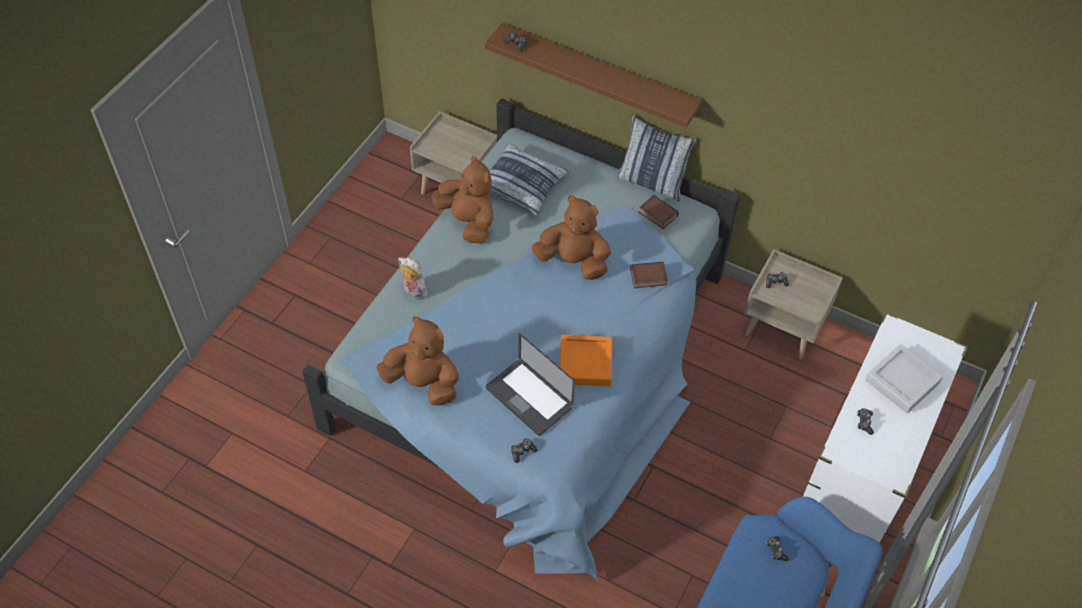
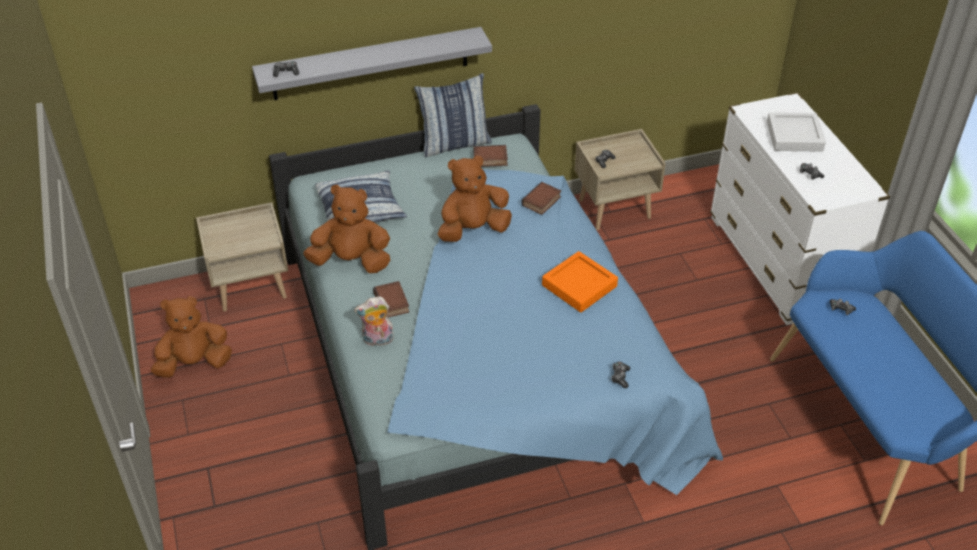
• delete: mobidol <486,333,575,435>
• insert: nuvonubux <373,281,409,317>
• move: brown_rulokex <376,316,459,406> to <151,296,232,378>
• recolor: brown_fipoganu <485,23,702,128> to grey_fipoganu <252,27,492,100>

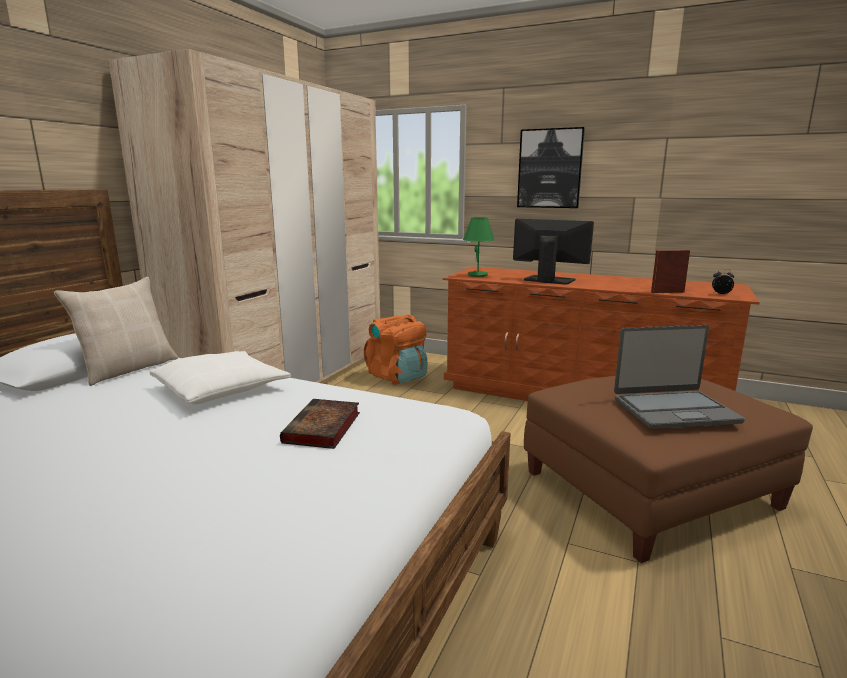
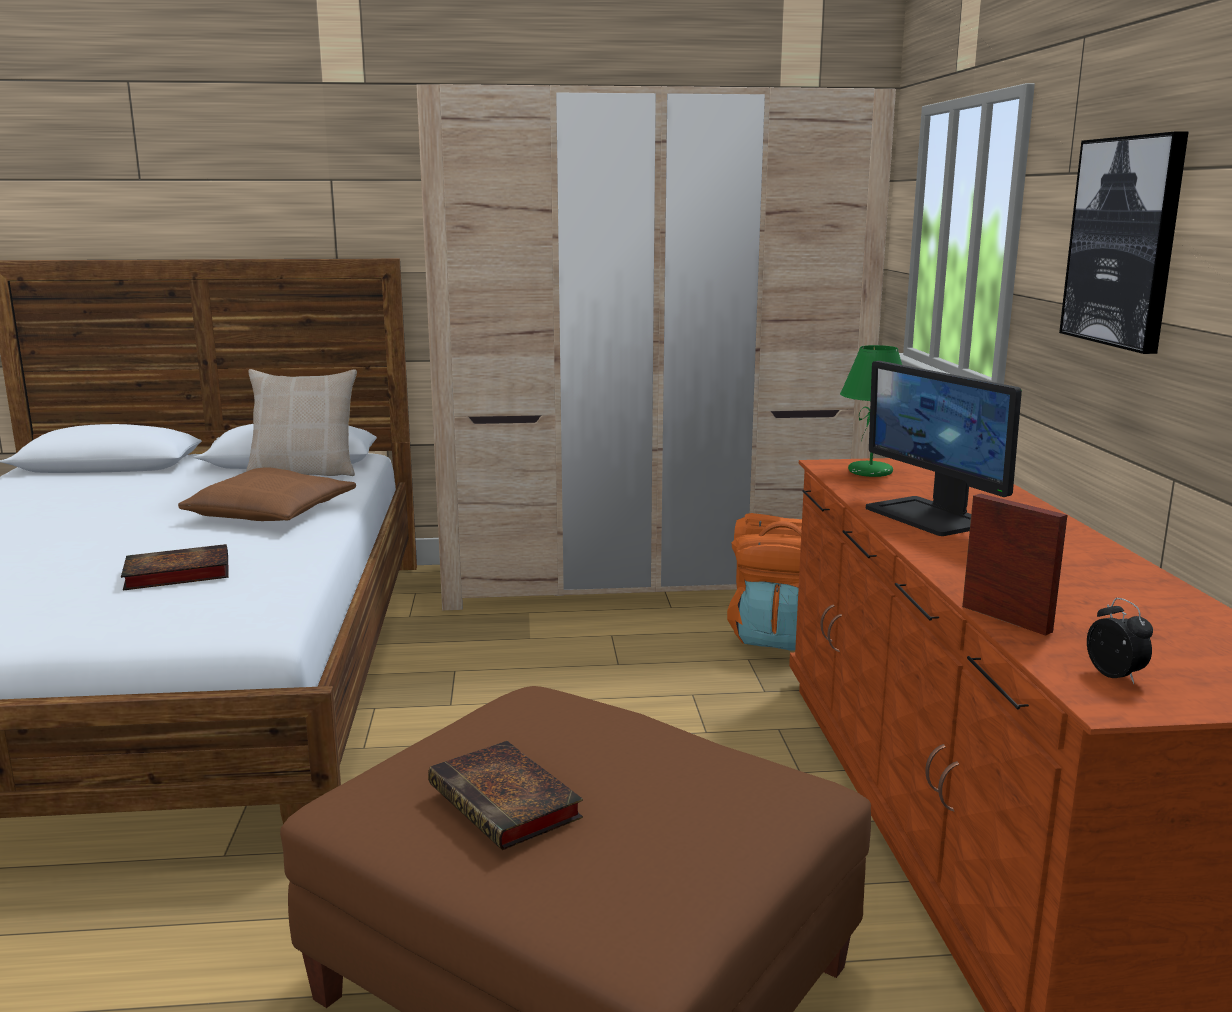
• replace: mobidol <614,325,745,429> to nuvonubux <428,741,583,850>
• recolor: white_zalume <150,351,291,404> to brown_zalume <178,467,356,521>
• rotate: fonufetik <513,219,594,285> = <866,361,1022,536> 150 degrees clockwise

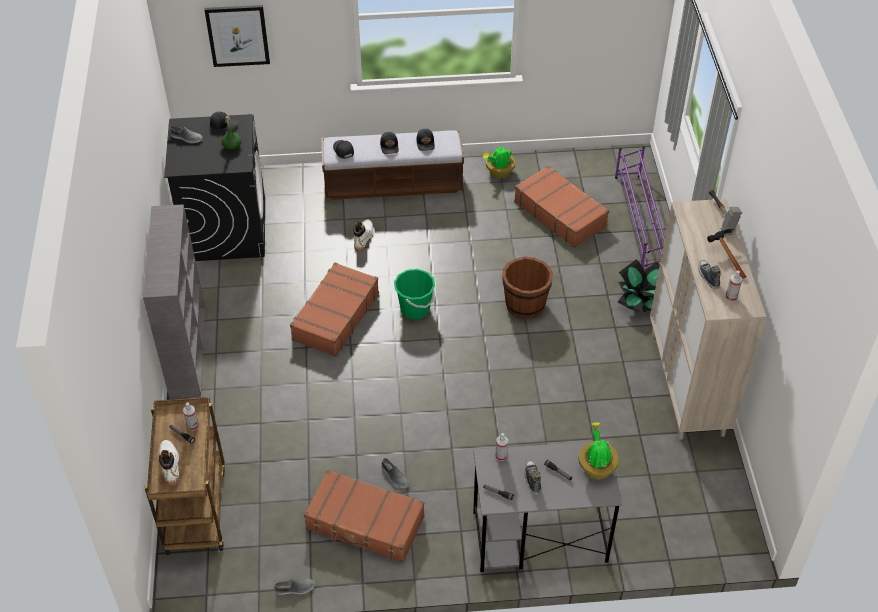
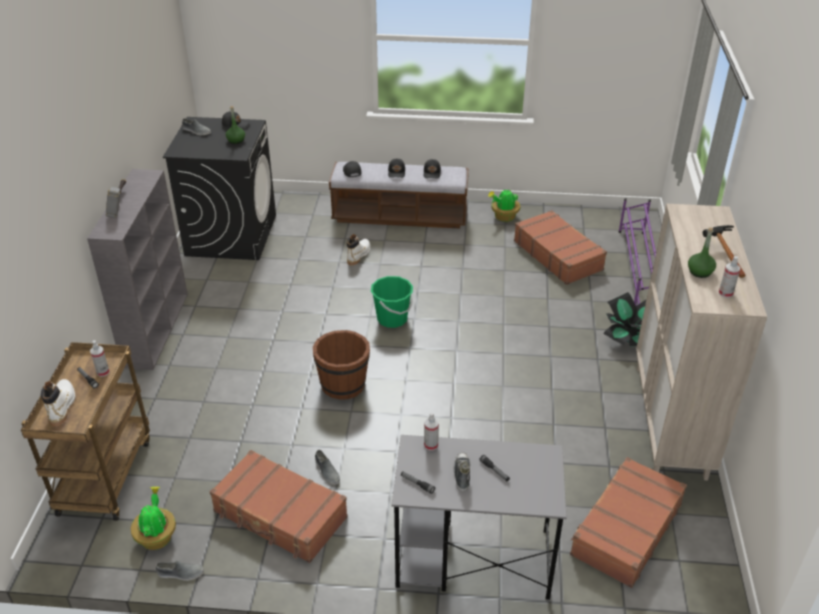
• delete: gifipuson <204,5,270,67>
• move: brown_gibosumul <290,262,379,357> to <570,457,687,588>
• move: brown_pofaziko <502,257,553,319> to <313,330,370,400>
• move: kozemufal <578,422,619,479> to <131,487,176,550>
• move: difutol <708,189,742,235> to <105,179,126,218>
• replace: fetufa <698,260,721,289> to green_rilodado <688,228,716,278>

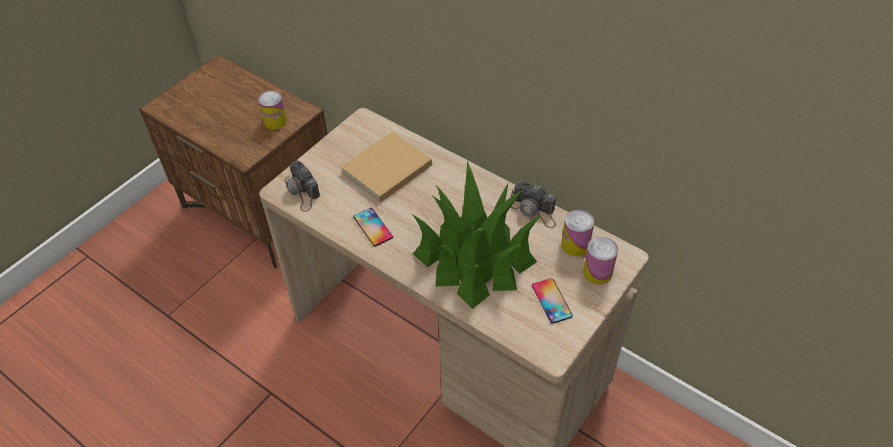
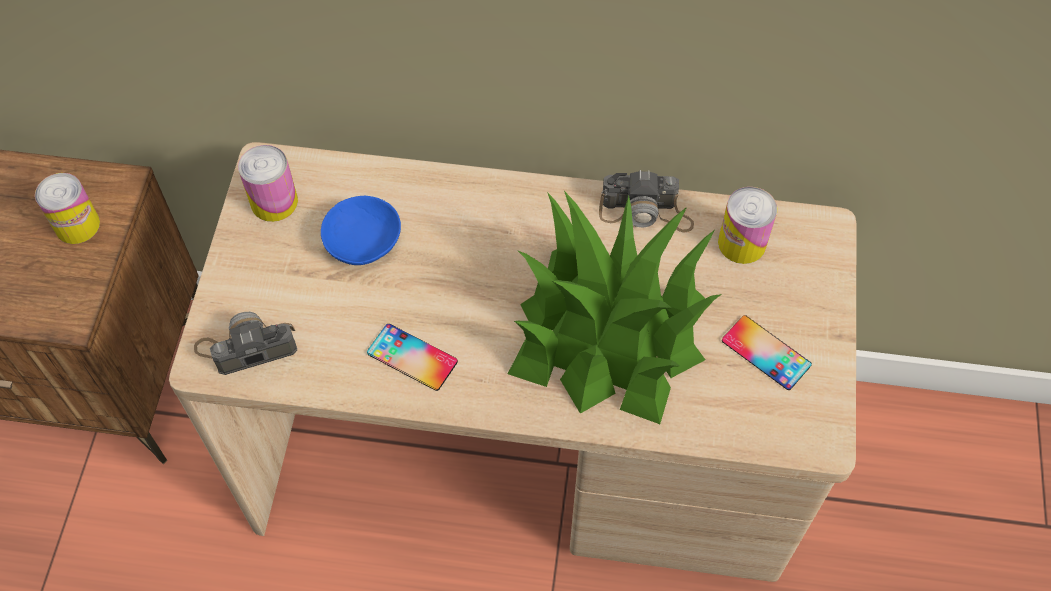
• move: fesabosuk <583,237,618,284> to <238,145,298,222>
• replace: beige_nuvonubux <341,131,432,203> to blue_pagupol <321,196,401,265>
• rotate: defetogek <285,160,320,212> = <194,312,297,375> 135 degrees clockwise

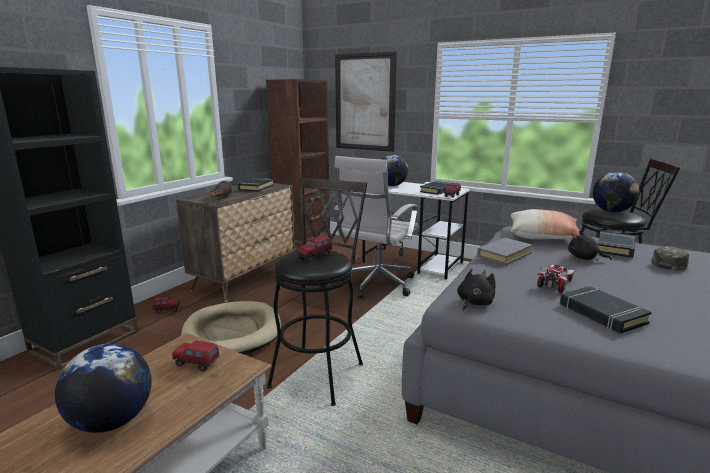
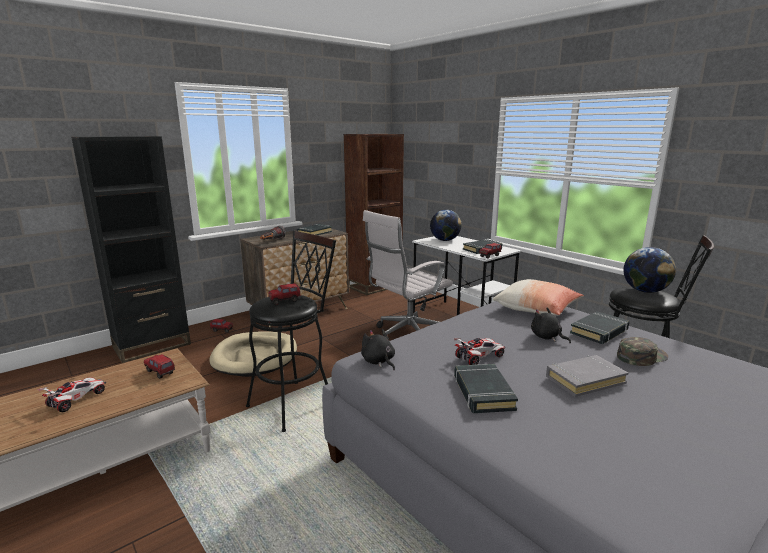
• delete: gifipuson <335,52,397,152>
• move: grey_nuvonubux <477,238,533,265> to <546,355,628,397>
• replace: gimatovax <55,344,152,433> to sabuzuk <37,377,106,412>
• rotate: black_rulokex <457,268,496,311> = <361,329,395,370> 90 degrees counterclockwise

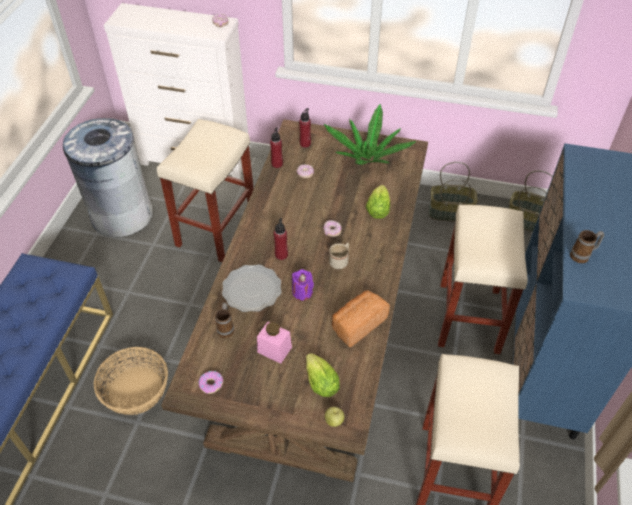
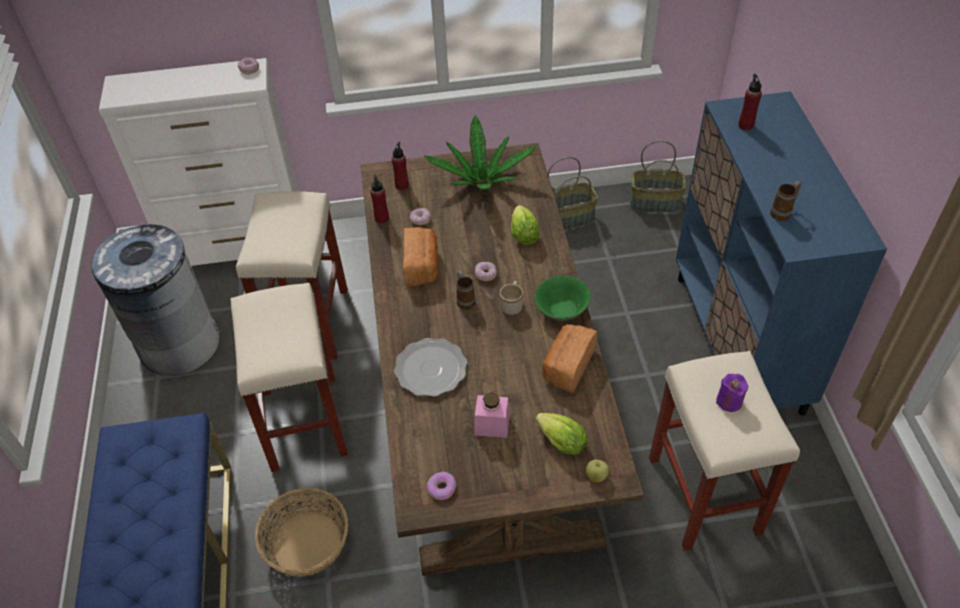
• insert: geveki <403,227,438,286>
• insert: green_pagupol <535,276,591,321>
• move: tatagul <215,302,234,338> to <456,271,476,310>
• move: red_rilodado <274,218,288,260> to <738,74,762,130>
• move: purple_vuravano <292,269,314,300> to <716,374,748,412>
• move: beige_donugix <438,205,528,354> to <230,283,348,472>

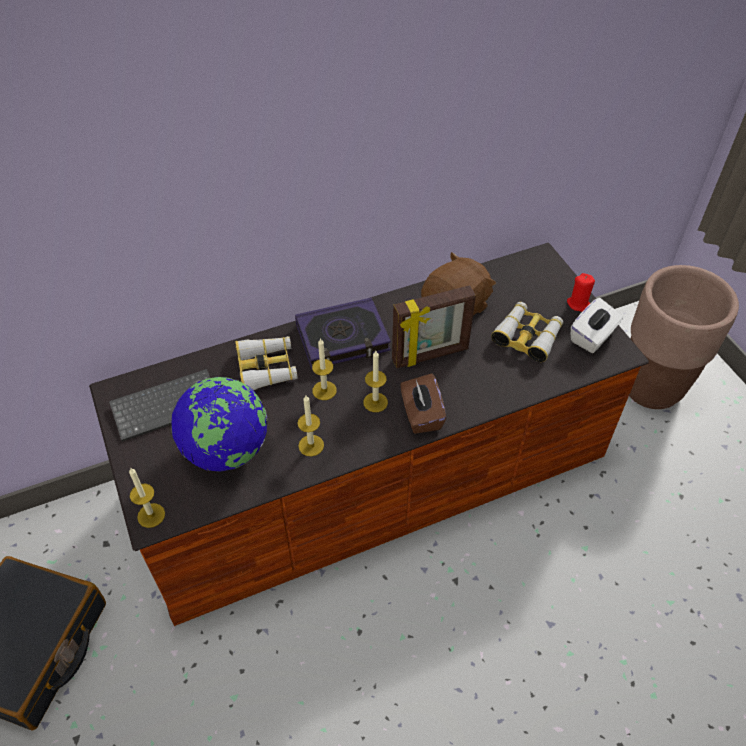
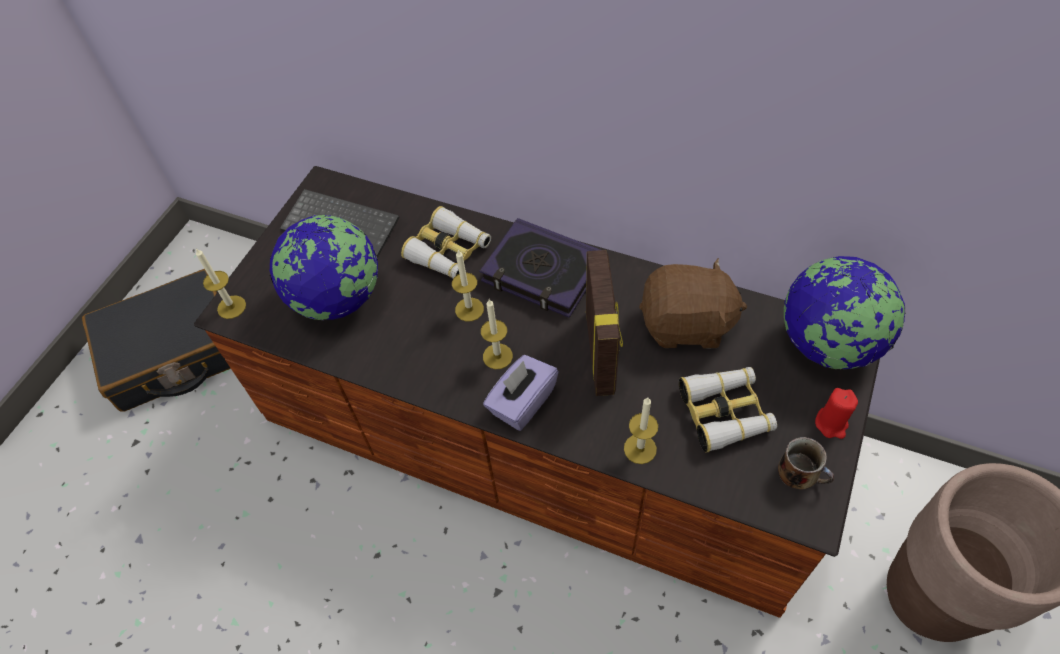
• insert: gimatovax <784,256,905,370>
• move: vuravano <298,395,324,456> to <624,397,658,464>
• replace: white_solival <571,298,623,353> to tatagul <778,437,834,489>
• recolor: brown_solival <400,373,446,434> to purple_solival <483,355,558,431>
• rotate: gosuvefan <392,285,476,368> = <586,250,623,396> 120 degrees counterclockwise

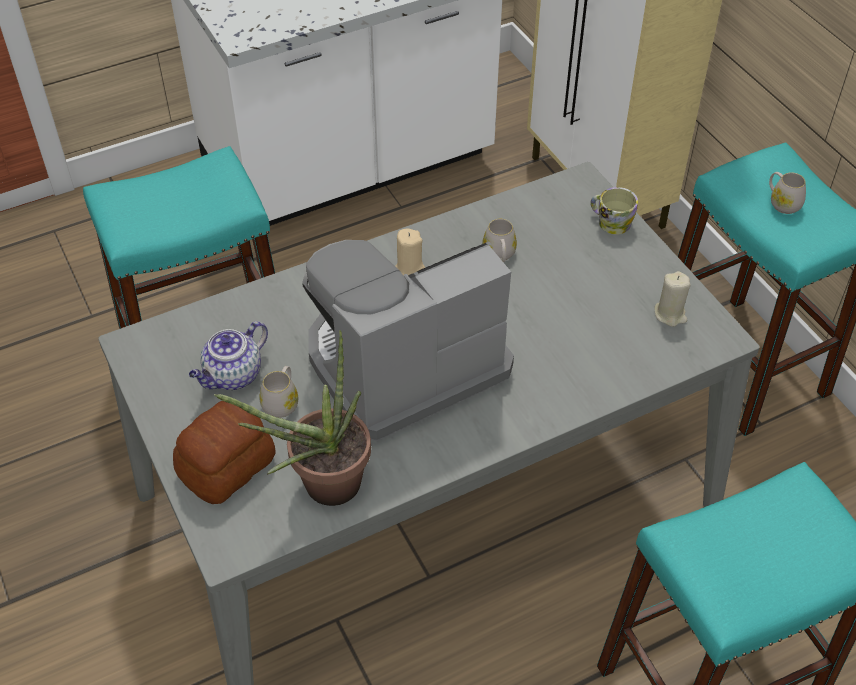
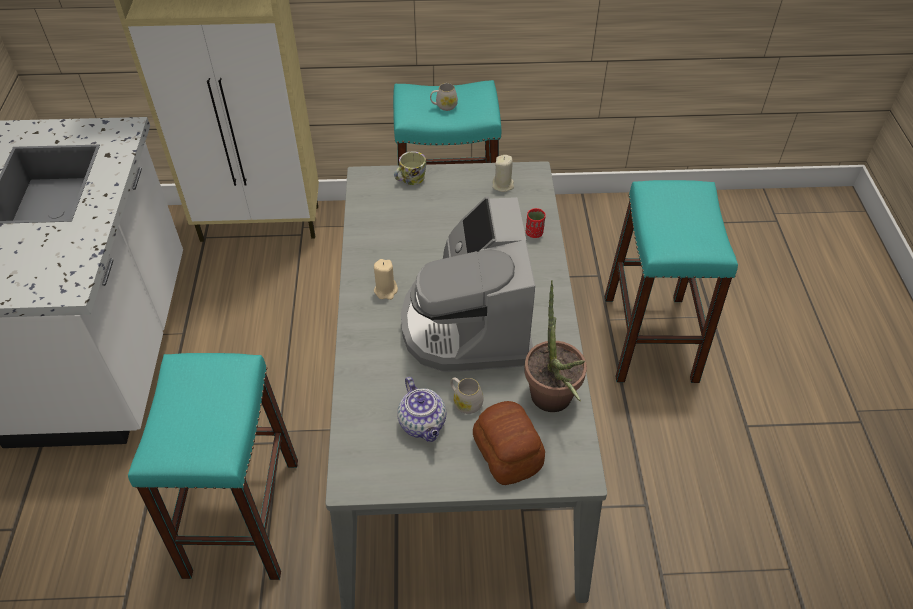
• delete: white_tatagul <482,219,517,262>
• insert: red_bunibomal <526,208,546,238>

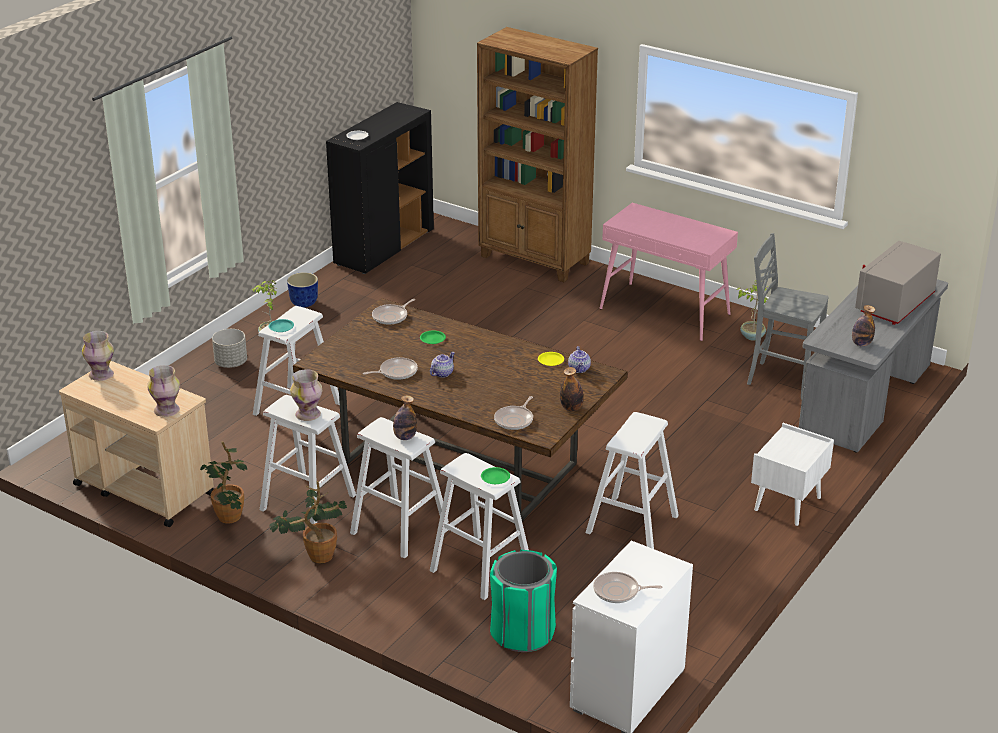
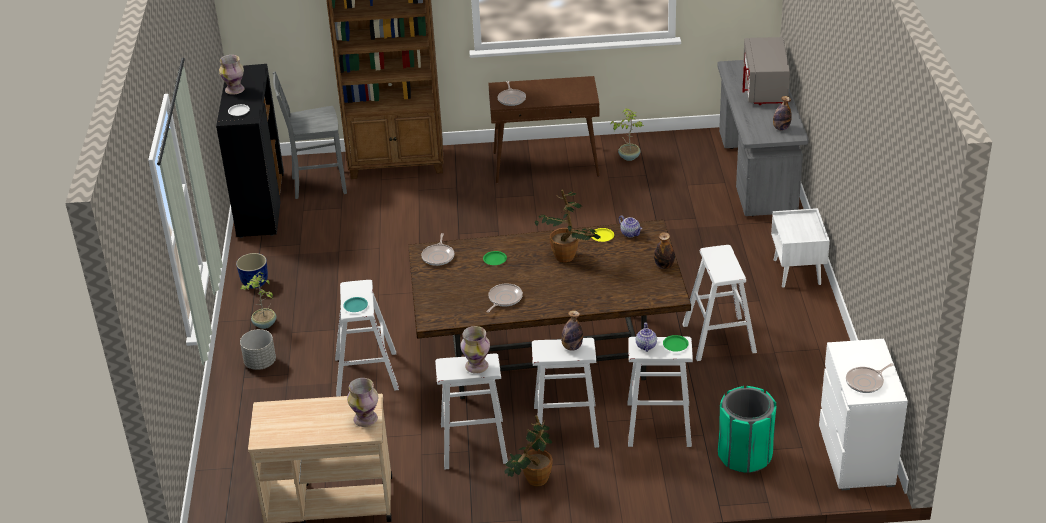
• move: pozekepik <82,331,114,381> to <219,55,245,95>
• move: kozemufal <200,441,247,524> to <535,190,601,262>
• move: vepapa <430,352,455,378> to <636,323,657,352>
• move: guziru <494,396,533,430> to <498,81,526,106>
• move: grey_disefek <747,233,828,400> to <273,72,347,199>
• recolor: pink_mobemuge <600,203,738,341> to brown_mobemuge <488,76,600,183>

